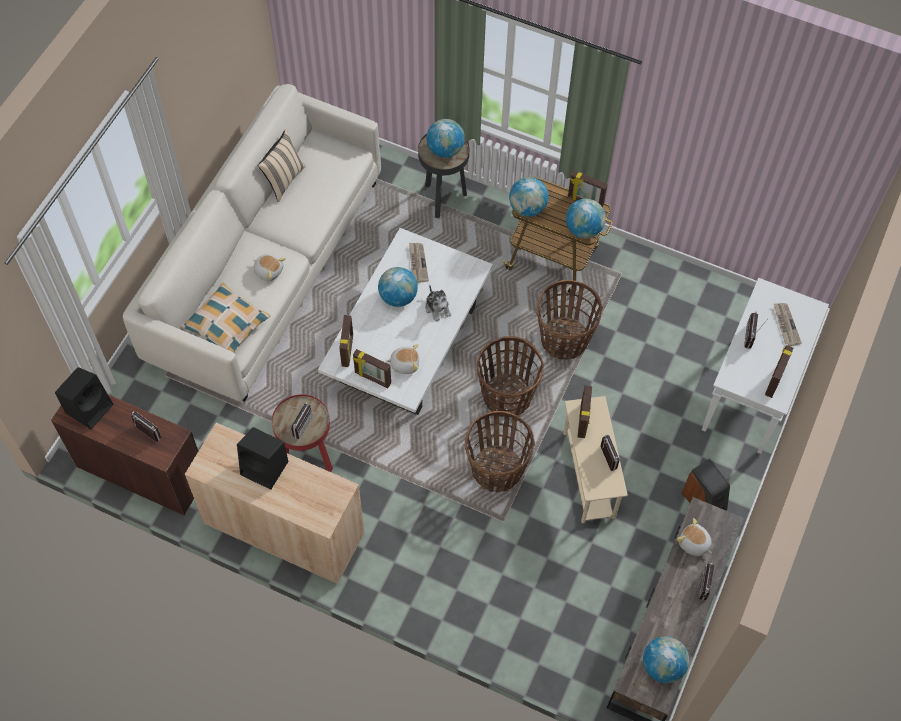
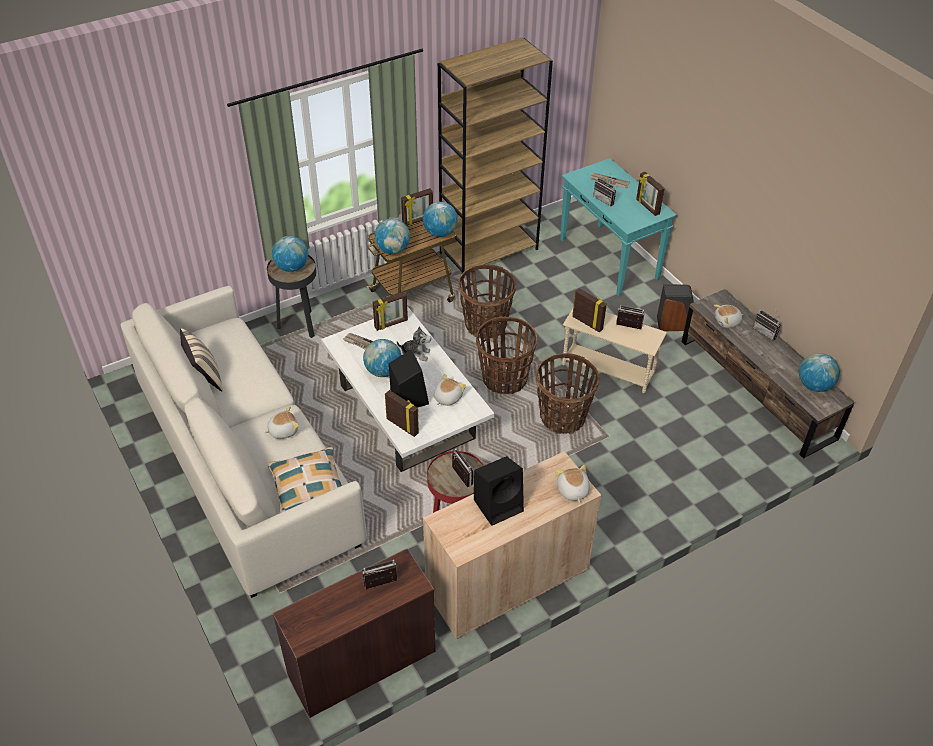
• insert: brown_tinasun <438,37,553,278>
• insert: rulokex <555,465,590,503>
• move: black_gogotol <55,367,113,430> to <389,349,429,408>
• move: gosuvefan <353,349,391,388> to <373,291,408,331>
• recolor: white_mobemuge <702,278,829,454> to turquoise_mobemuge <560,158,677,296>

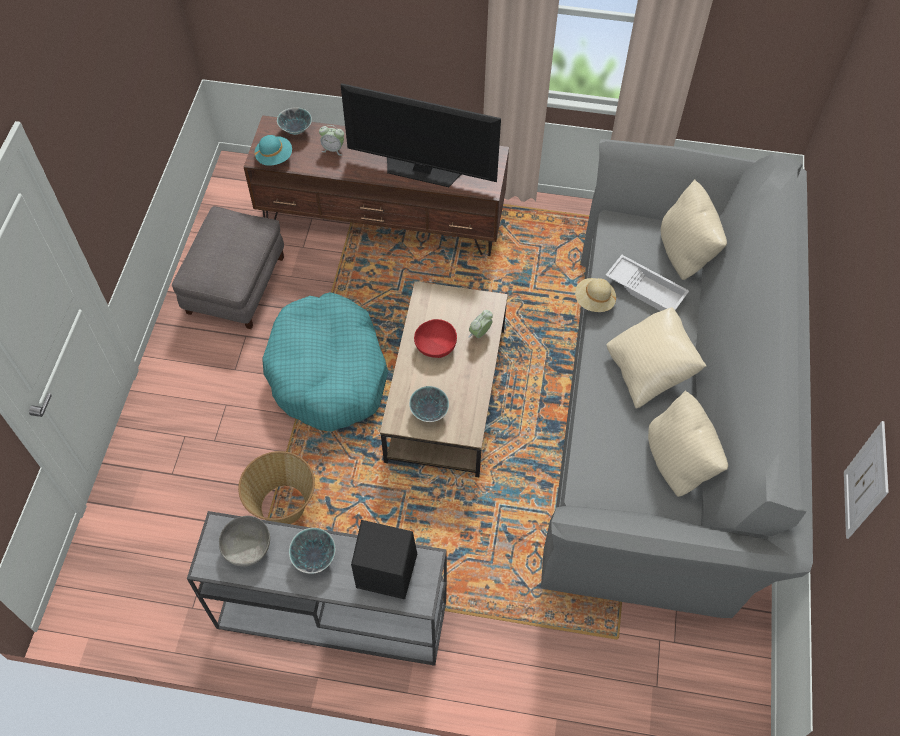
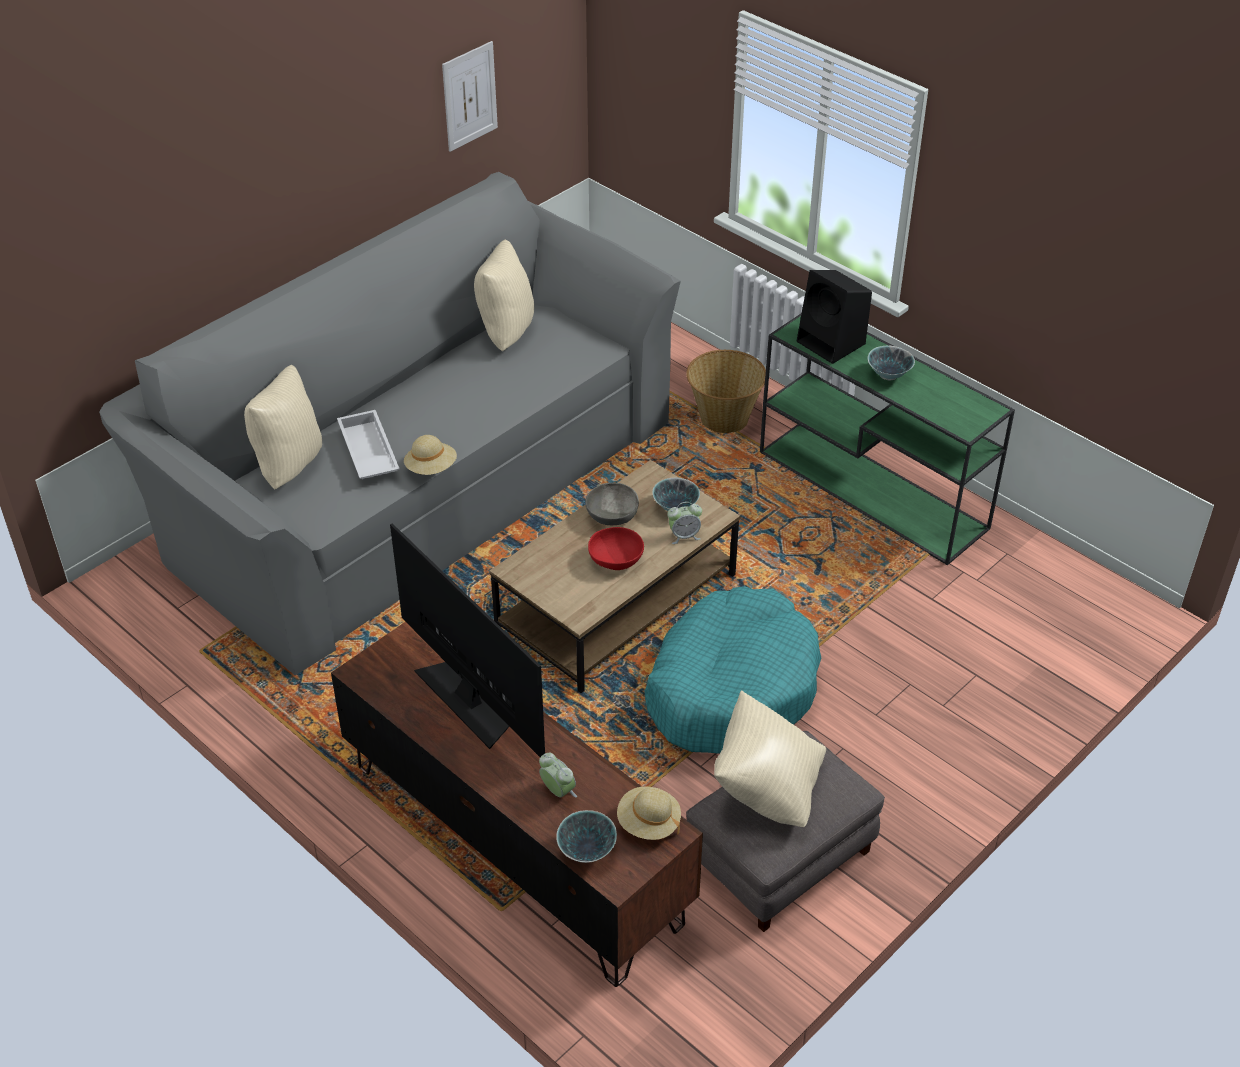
• move: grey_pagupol <219,516,270,567> to <585,483,639,525>
• move: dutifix <238,451,315,524> to <686,350,766,433>
• move: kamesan <468,310,493,338> to <667,502,702,544>
• move: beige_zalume <607,307,706,409> to <714,690,826,827>
• recolor: grey_mobemuge <187,511,447,666> to green_mobemuge <760,313,1015,565>
• recolor: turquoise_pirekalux <254,135,292,166> to beige_pirekalux <617,787,681,840>

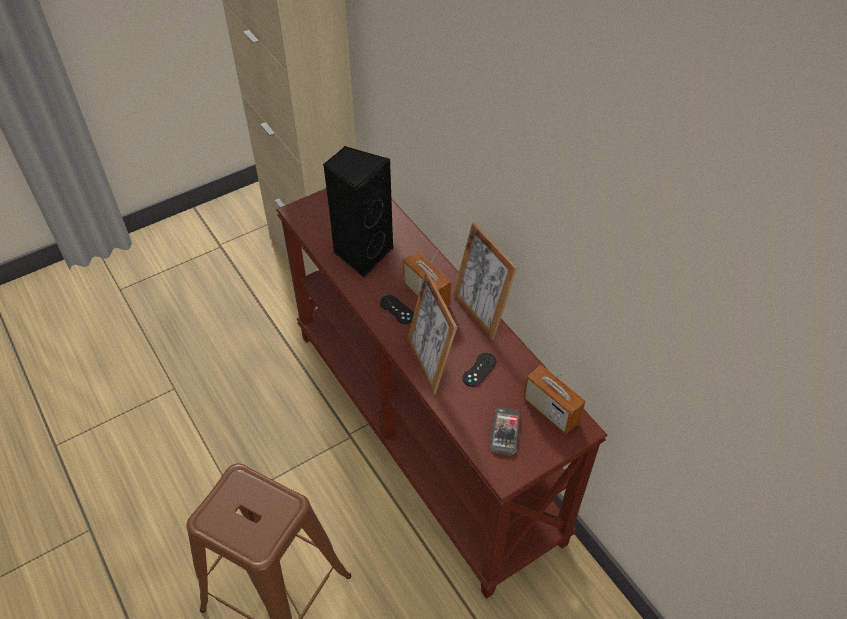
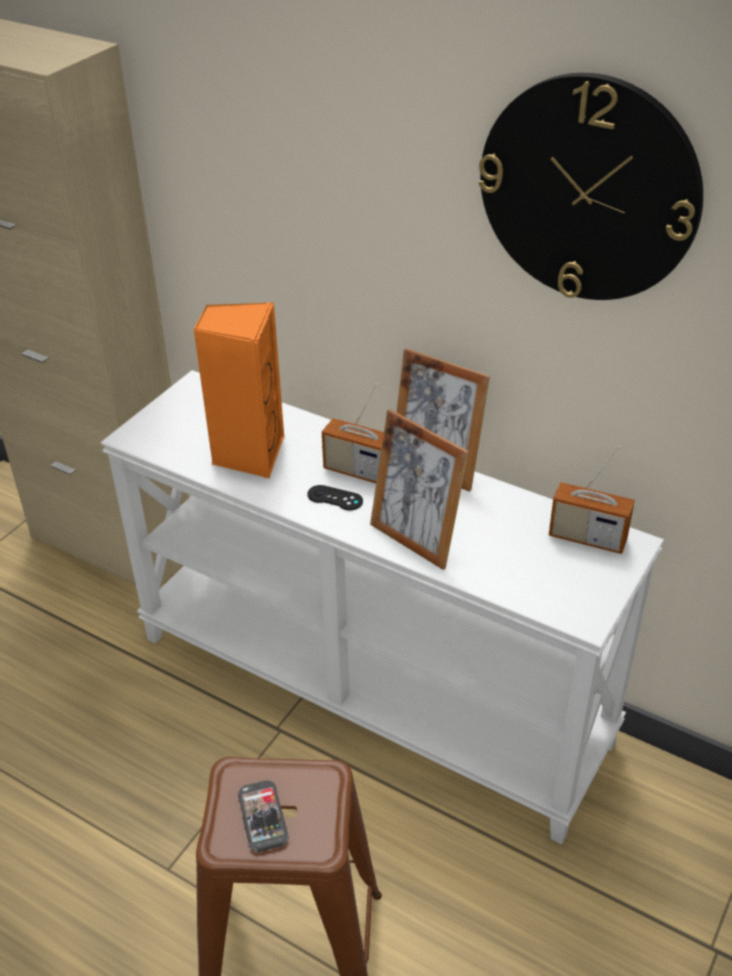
• delete: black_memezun <463,353,497,387>
• insert: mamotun <479,73,703,300>
• move: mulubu <490,408,521,455> to <238,780,289,852>
• recolor: brown_mobemuge <276,188,607,599> to white_mobemuge <101,370,664,844>
• recolor: black_gogotol <323,145,394,278> to orange_gogotol <193,302,284,478>

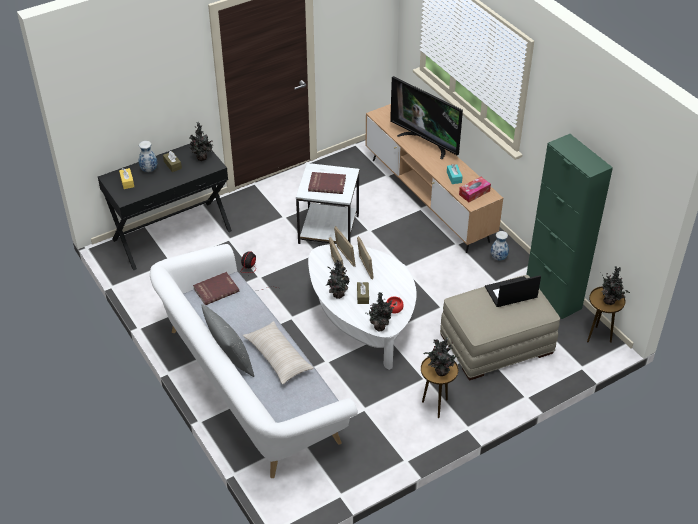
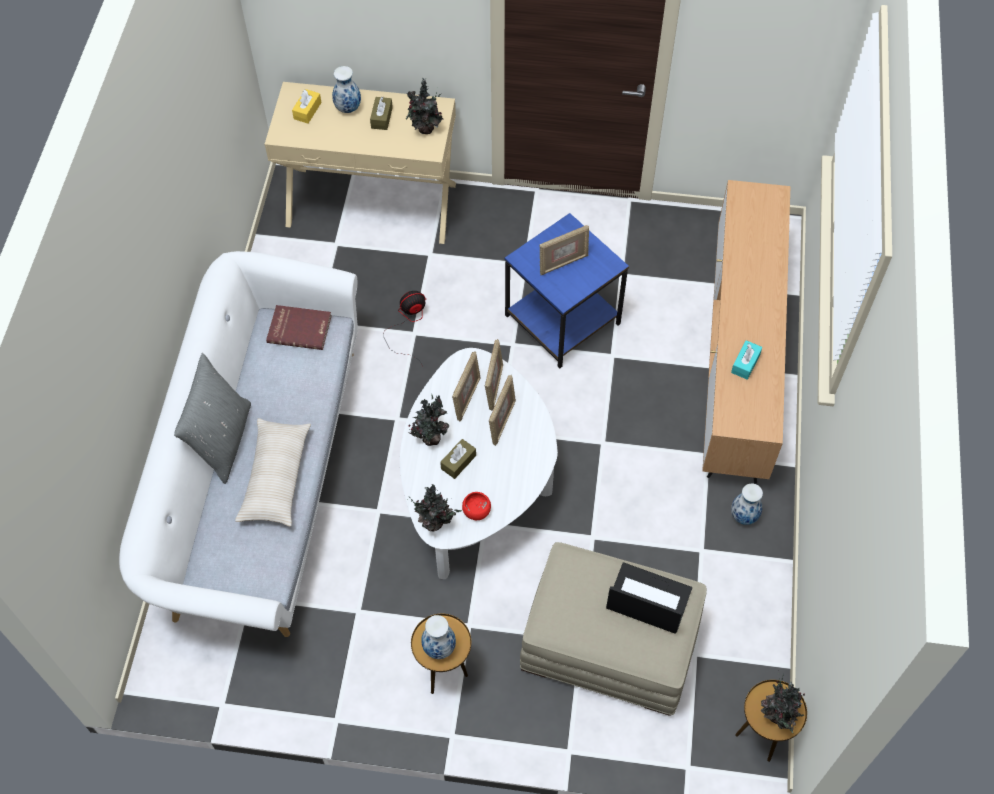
• delete: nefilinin <390,76,463,159>
• delete: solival <459,177,491,202>
• delete: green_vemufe <527,134,613,319>
• replace: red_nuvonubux <308,172,346,194> to gosuvefan <539,225,589,275>
• replace: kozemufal <423,337,460,376> to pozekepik <421,615,456,659>
• recolor: black_mobemuge <98,144,232,270> to beige_mobemuge <265,82,456,244>
• recolor: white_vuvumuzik <296,163,360,244> to blue_vuvumuzik <504,213,629,368>

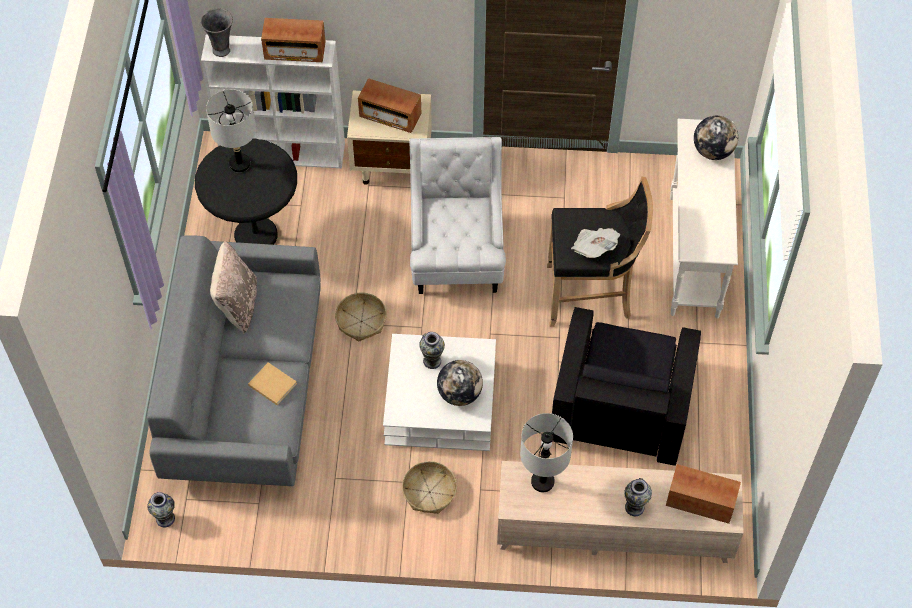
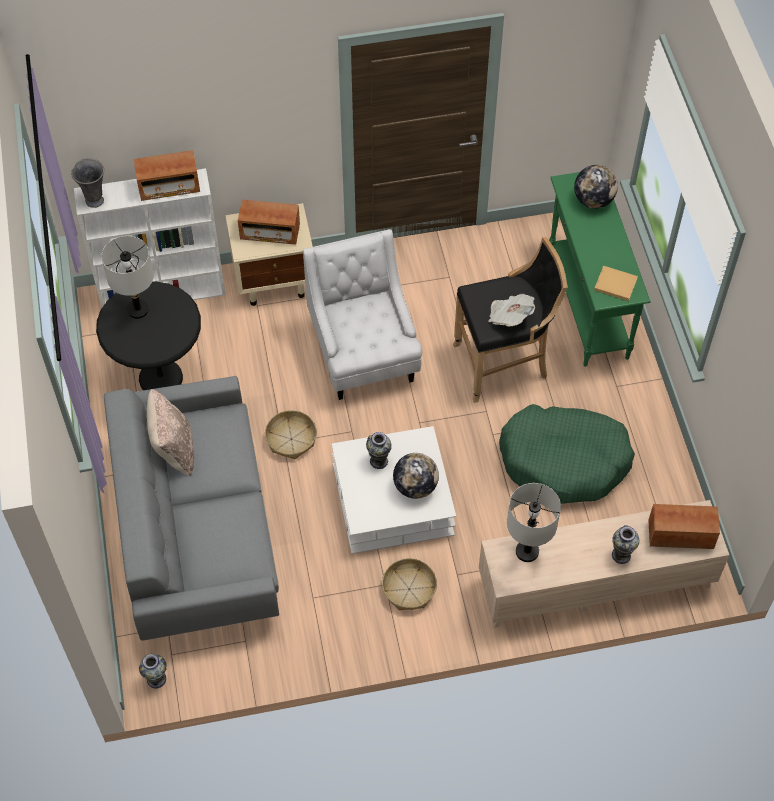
• move: beige_nuvonubux <248,362,297,405> to <594,266,638,301>
• replace: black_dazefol <552,307,701,466> to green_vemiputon <499,404,635,504>
• recolor: white_mobemuge <670,119,738,318> to green_mobemuge <549,172,651,367>

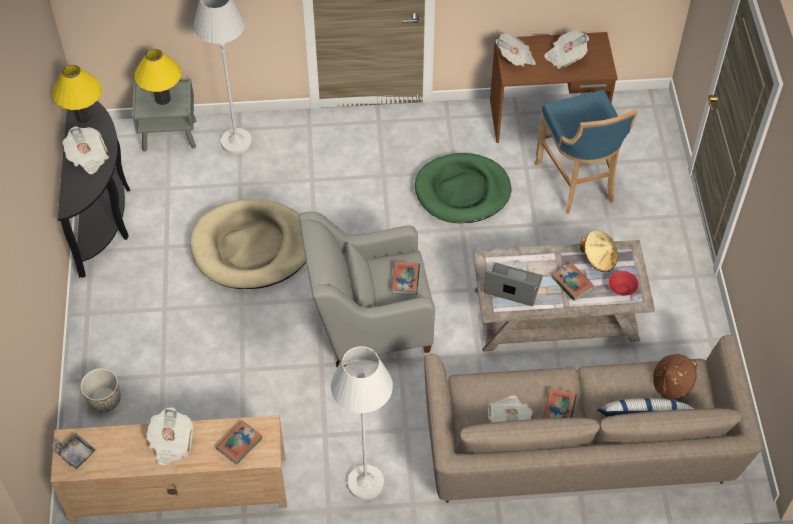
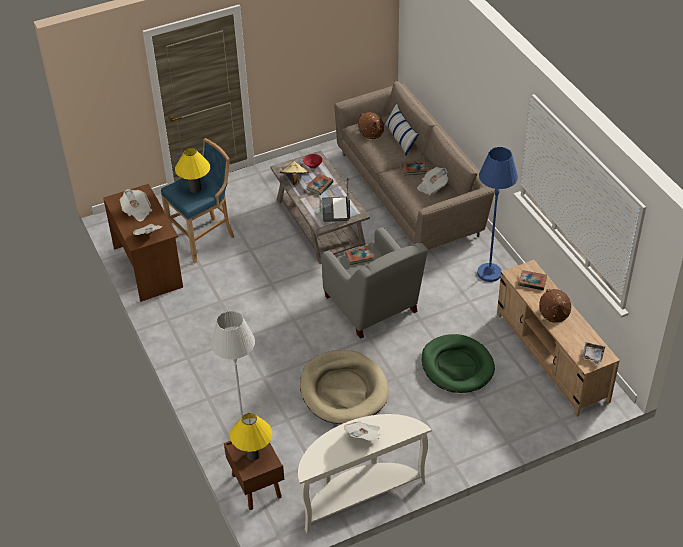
• delete: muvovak <80,368,121,412>
• move: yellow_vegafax <52,65,102,123> to <175,148,210,193>
• move: green_vemiputon <415,153,511,223> to <421,334,495,393>
• replace: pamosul <146,408,194,466> to brown_pirekalux <539,289,571,323>
• recolor: black_mobemuge <58,101,130,278> to white_mobemuge <298,414,431,533>
• recolor: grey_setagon <132,78,196,151> to brown_setagon <224,441,284,510>
• recolor: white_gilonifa <331,346,393,500> to blue_gilonifa <477,147,518,282>

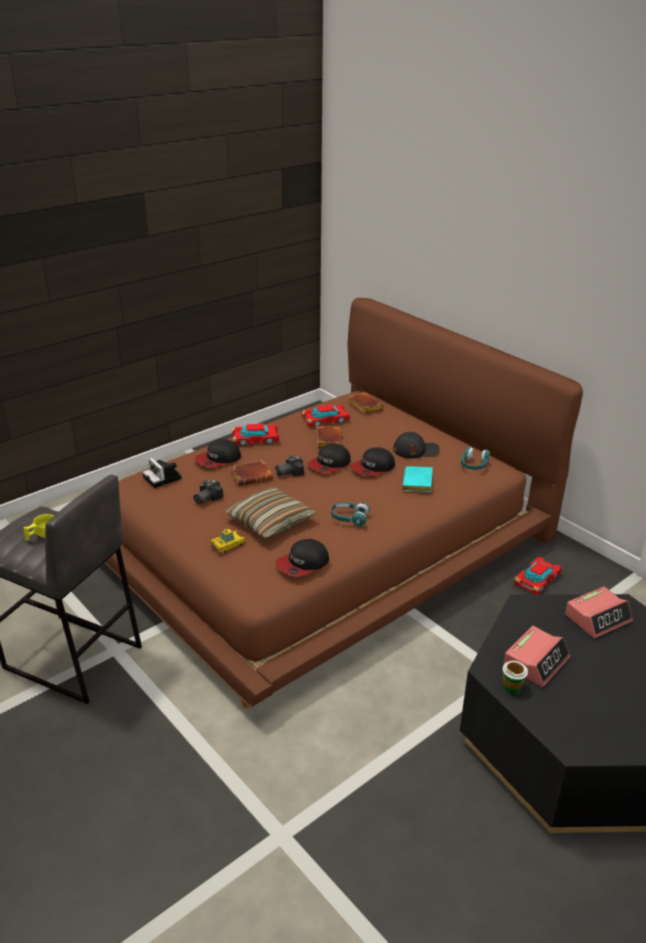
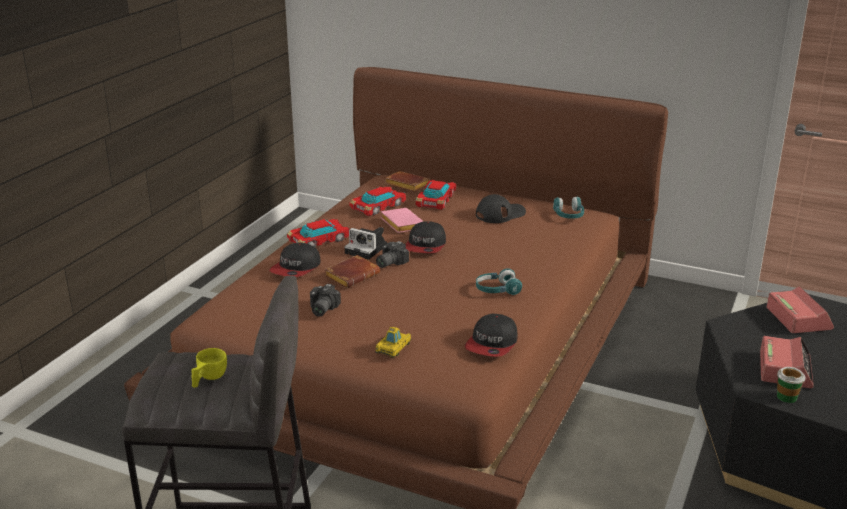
• delete: zalume <224,487,317,539>
• delete: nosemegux <350,447,395,476>
• delete: turquoise_nuvonubux <402,466,433,492>
• move: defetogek <143,458,182,488> to <344,227,387,260>
• move: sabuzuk <514,557,562,595> to <416,180,456,210>
• recolor: brown_nuvonubux <316,426,344,448> to pink_nuvonubux <381,208,423,233>
• rotate: kamesan <565,587,633,638> = <767,286,834,333> 45 degrees counterclockwise

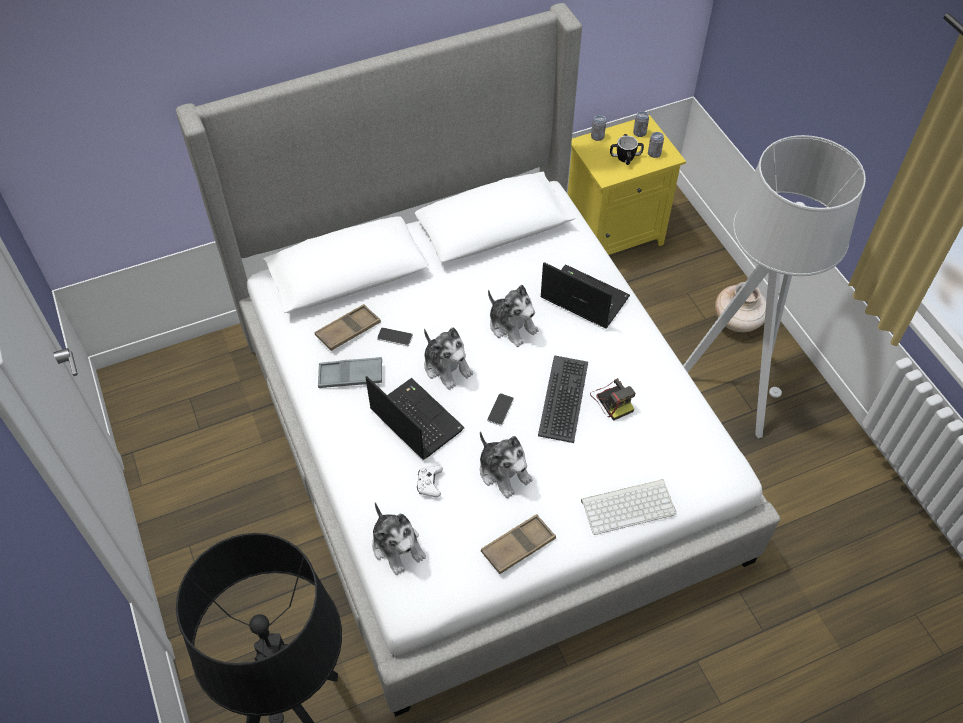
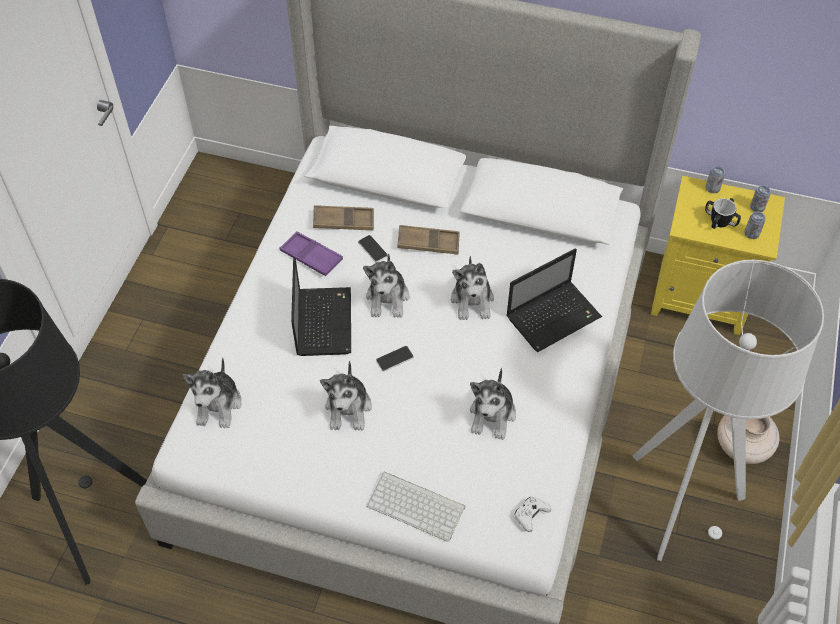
• delete: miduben <538,355,588,443>
• move: white_memezun <417,465,443,497> to <514,497,551,532>
• move: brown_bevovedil <481,514,556,574> to <397,225,460,255>
• replace: defetogek <590,378,635,421> to rulokex <470,368,516,440>
• recolor: grey_bevovedil <318,357,382,388> to purple_bevovedil <279,231,343,276>
• rotate: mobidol <540,262,630,329> = <507,248,602,352> 75 degrees clockwise

